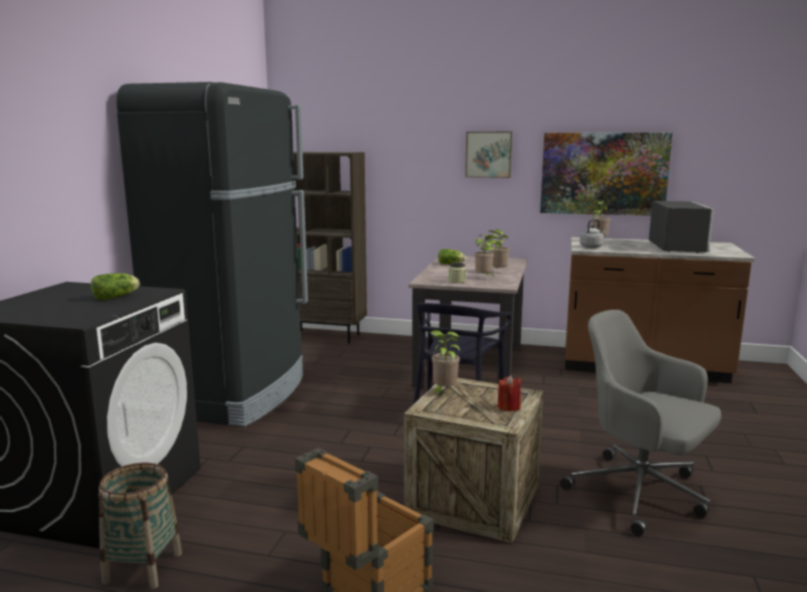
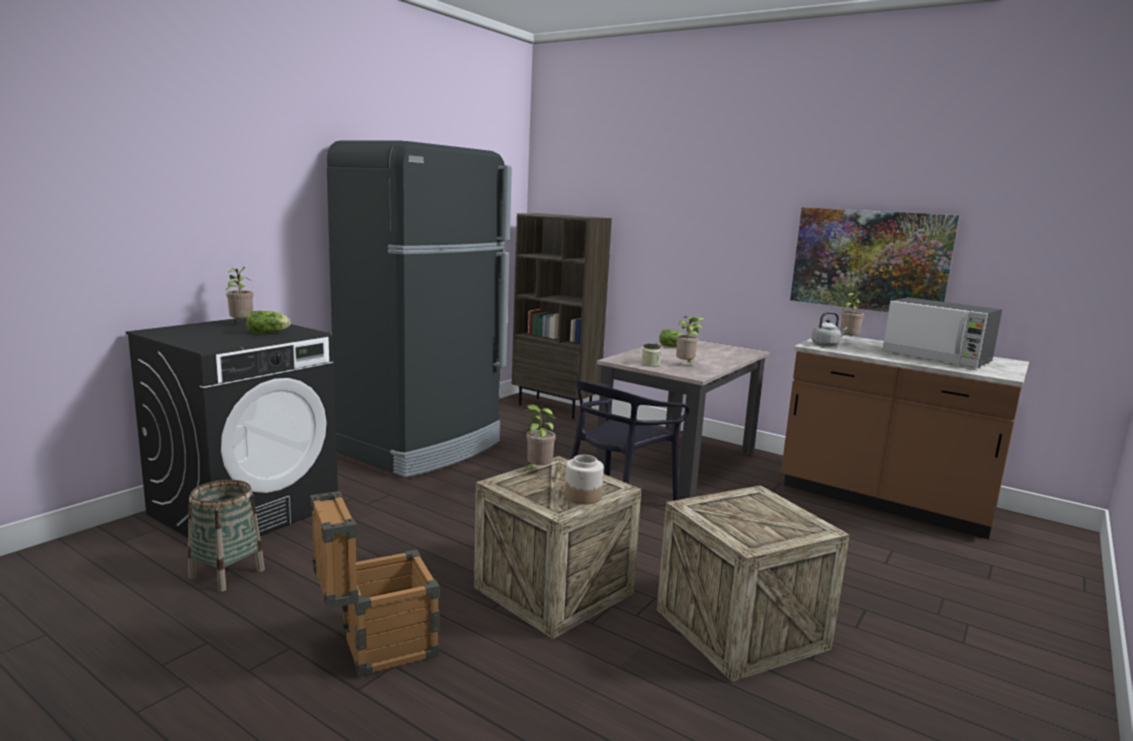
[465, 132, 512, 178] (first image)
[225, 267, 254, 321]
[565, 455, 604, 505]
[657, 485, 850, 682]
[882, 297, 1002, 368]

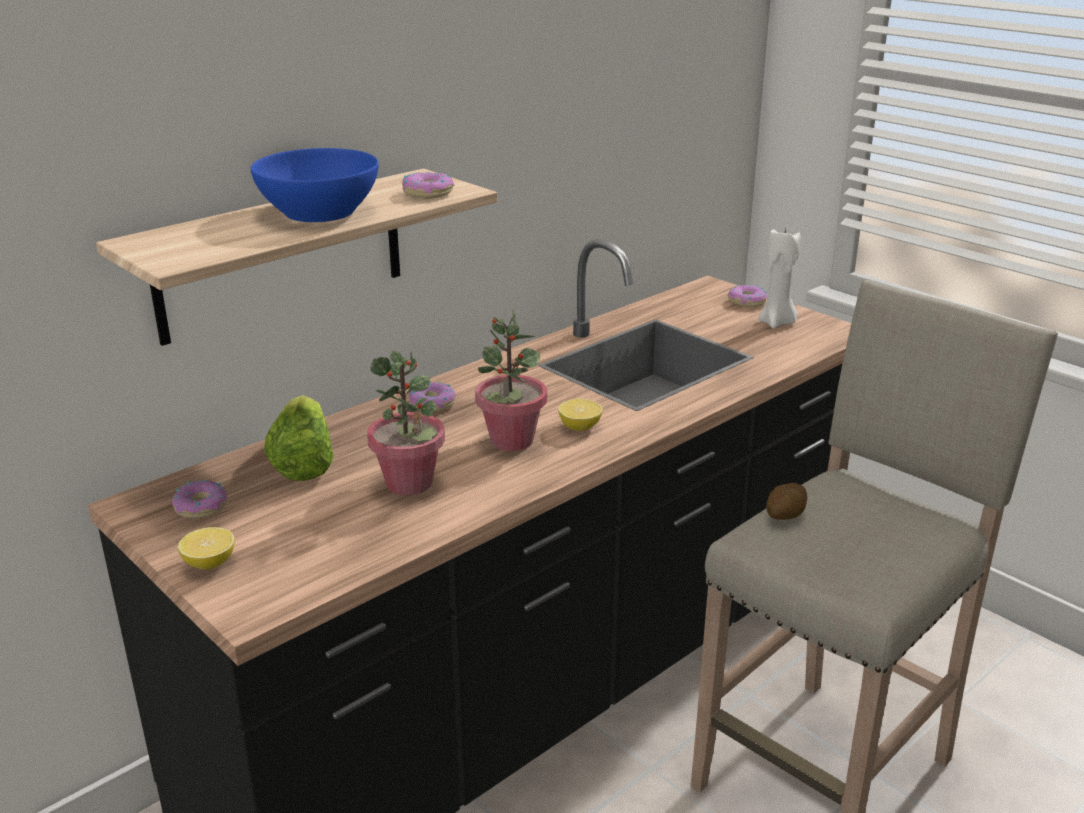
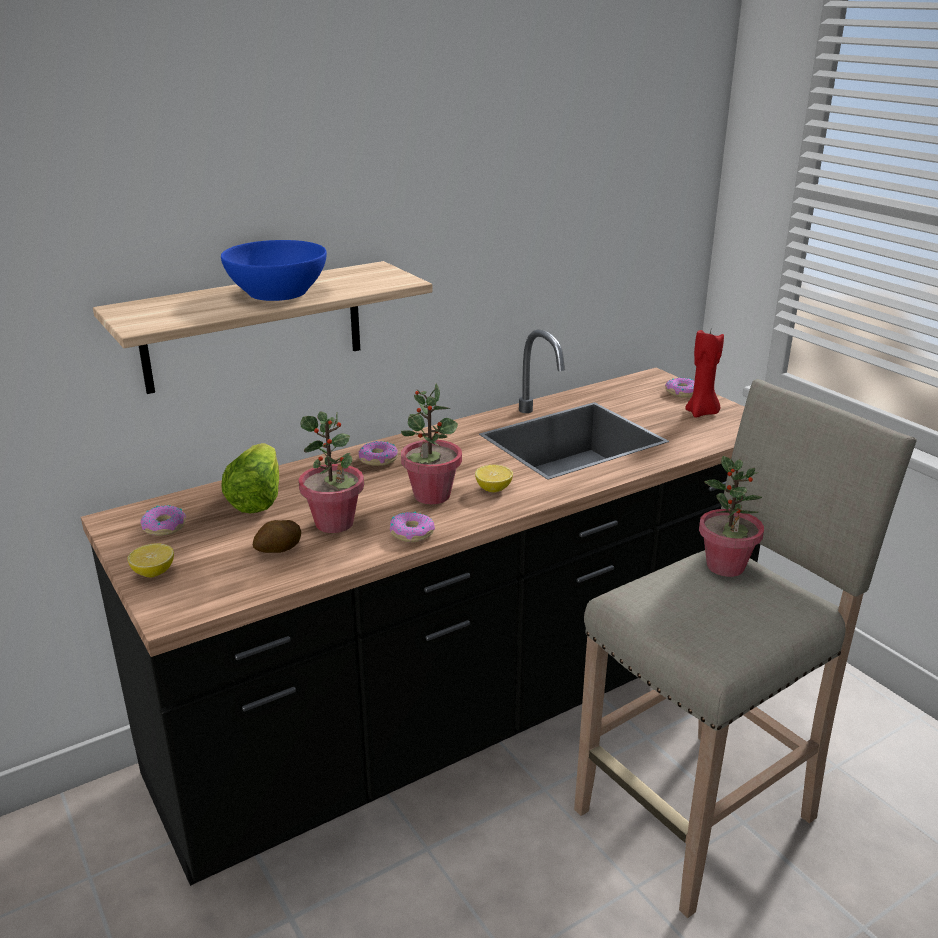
[390, 511, 435, 542]
[685, 330, 724, 418]
[253, 520, 301, 553]
[699, 456, 764, 577]

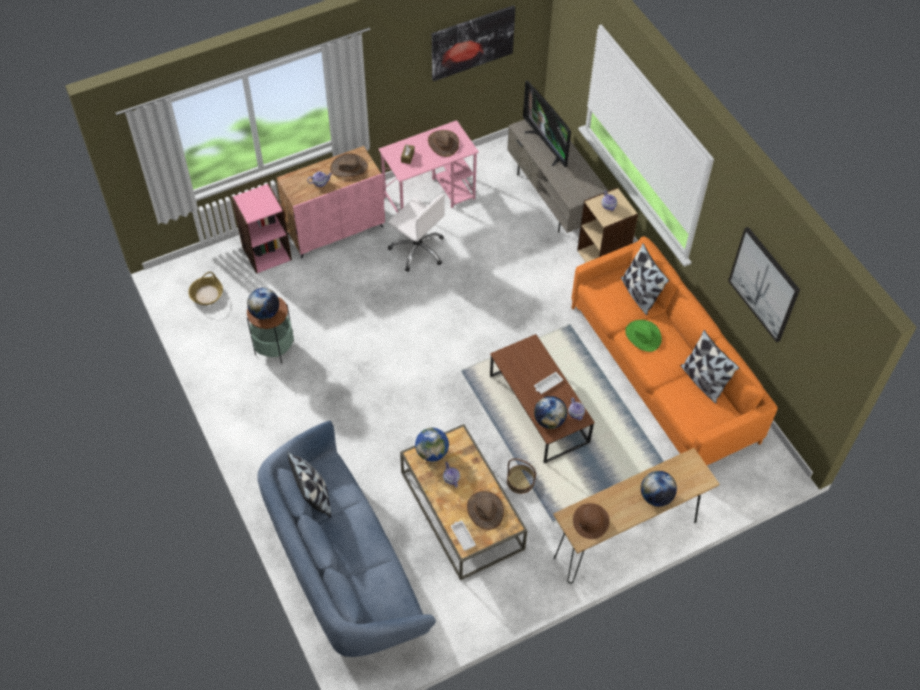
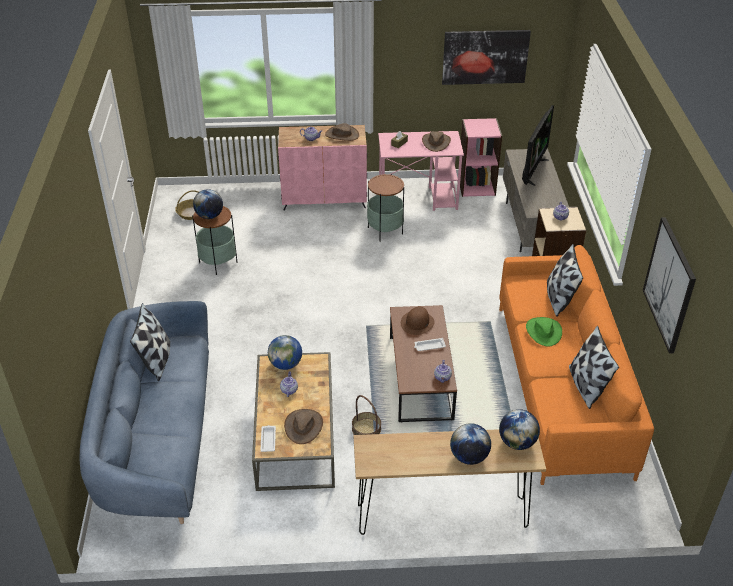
[460, 118, 502, 197]
[367, 174, 404, 242]
[522, 105, 554, 186]
[499, 409, 540, 450]
[401, 307, 435, 335]

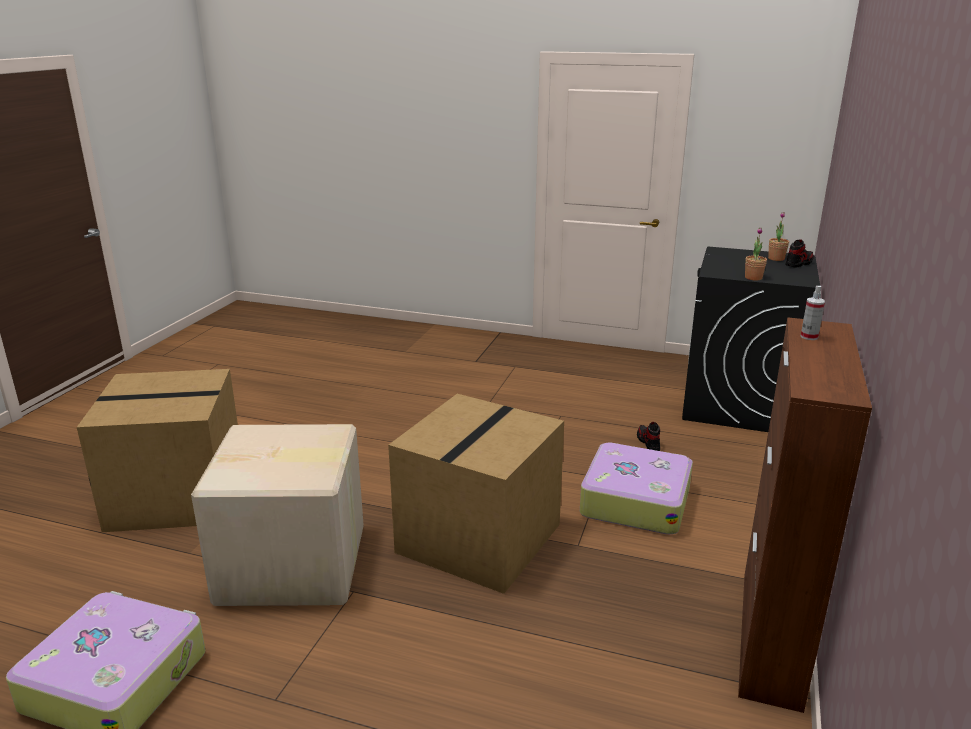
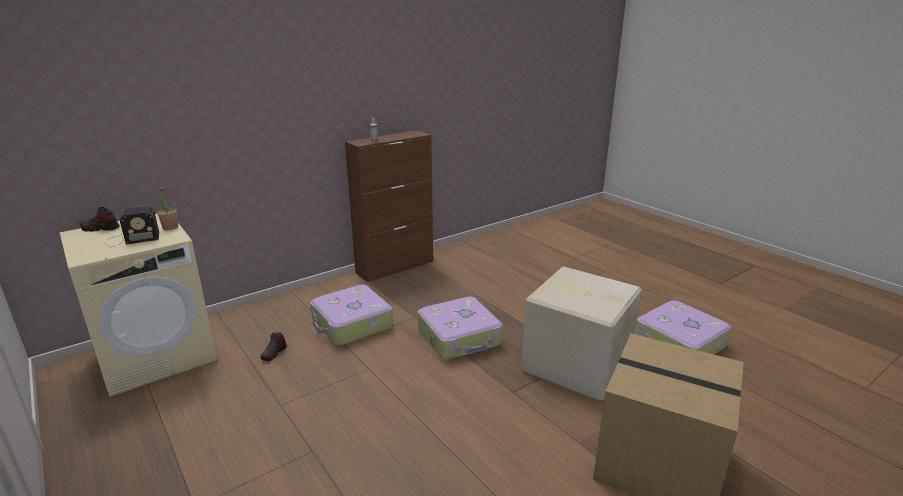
[418, 296, 502, 360]
[60, 214, 217, 397]
[768, 212, 789, 261] (first image)
[105, 206, 159, 247]

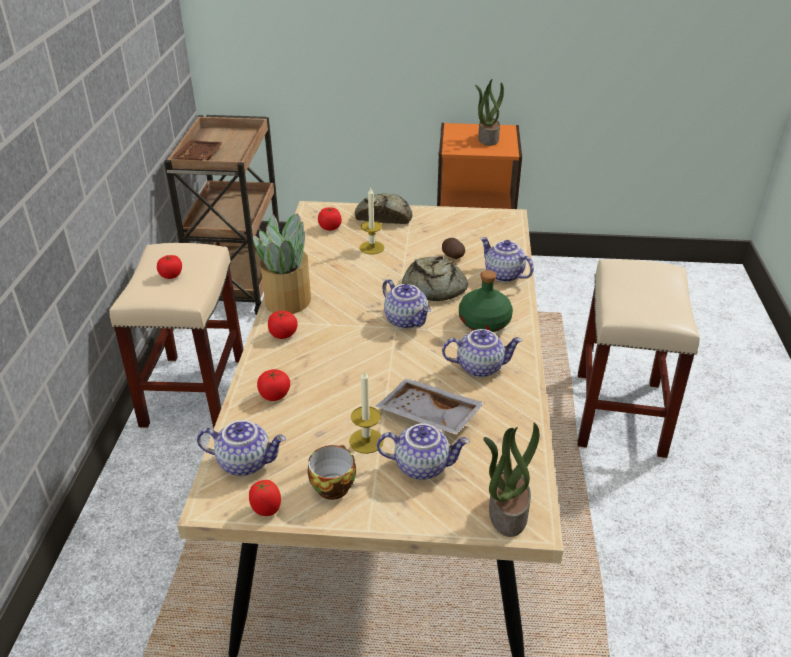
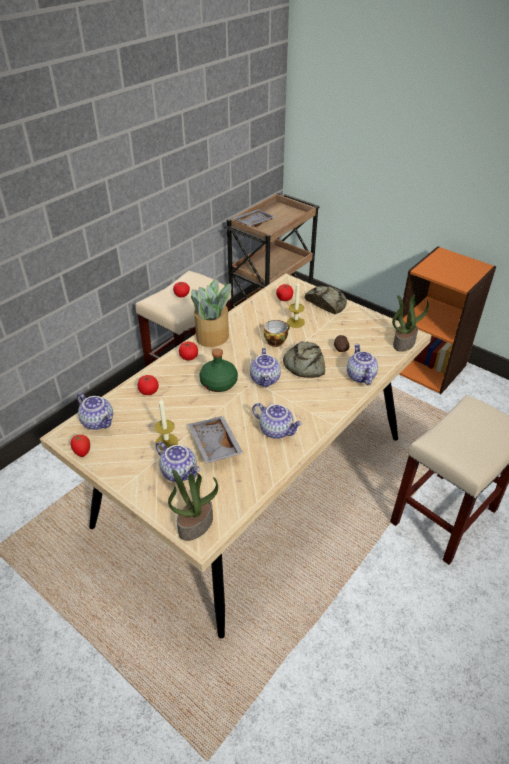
[232, 209, 275, 227]
[264, 320, 290, 347]
[199, 348, 238, 392]
[392, 295, 429, 352]

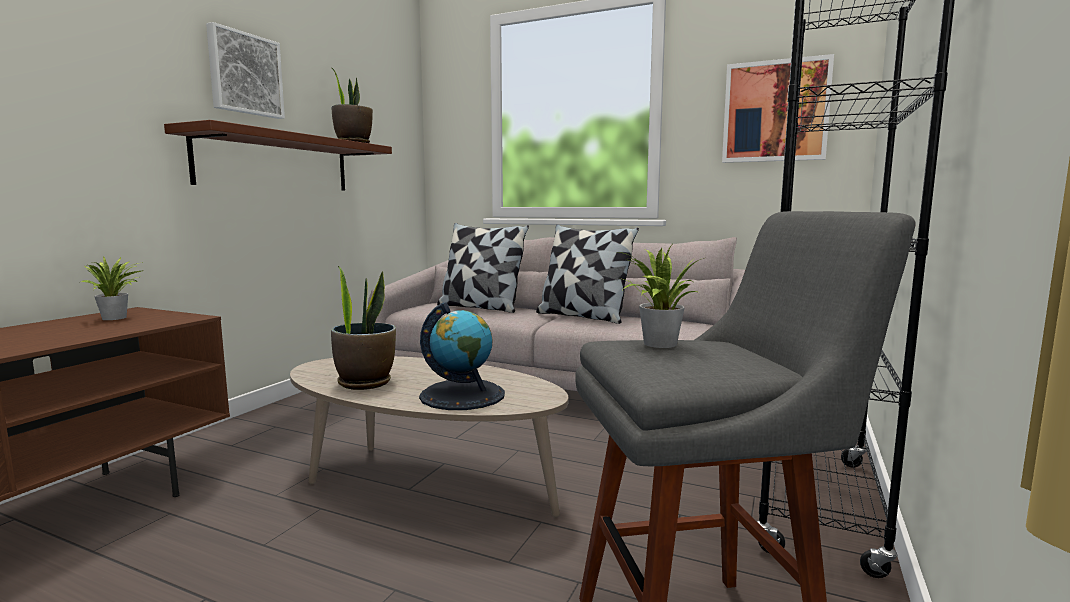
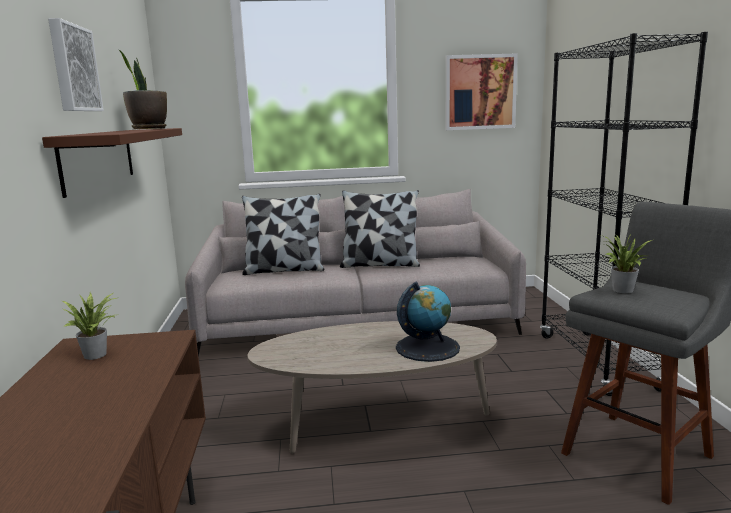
[331, 266, 396, 390] (first image)

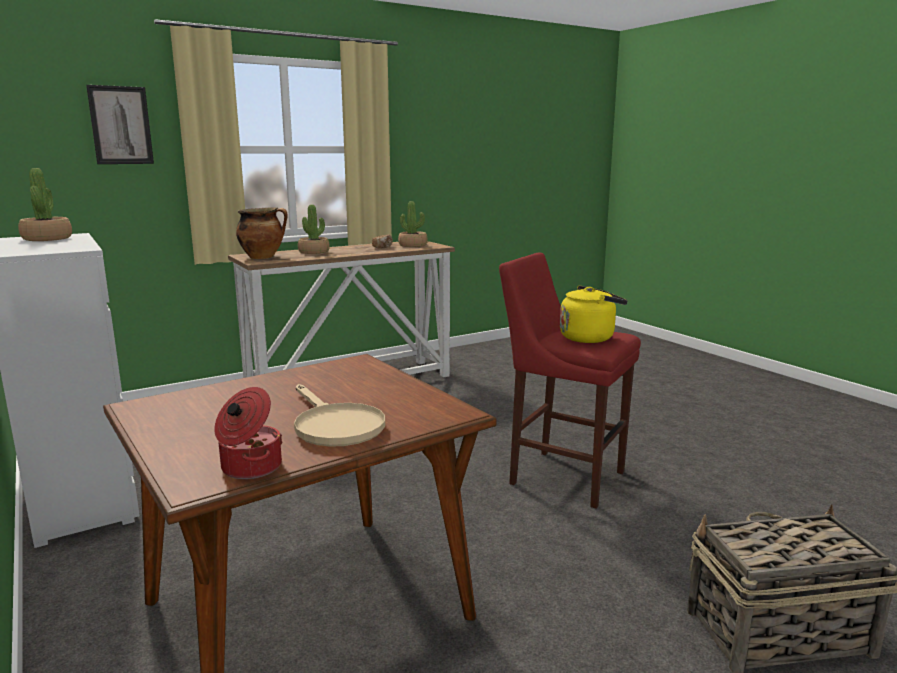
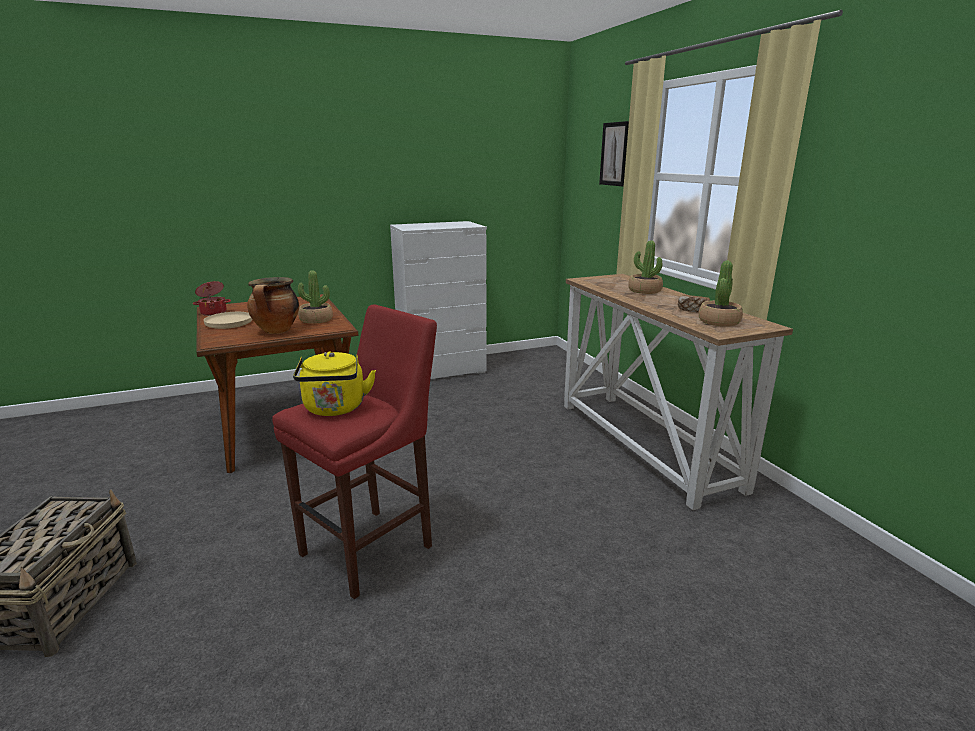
[298, 270, 333, 324]
[247, 277, 299, 334]

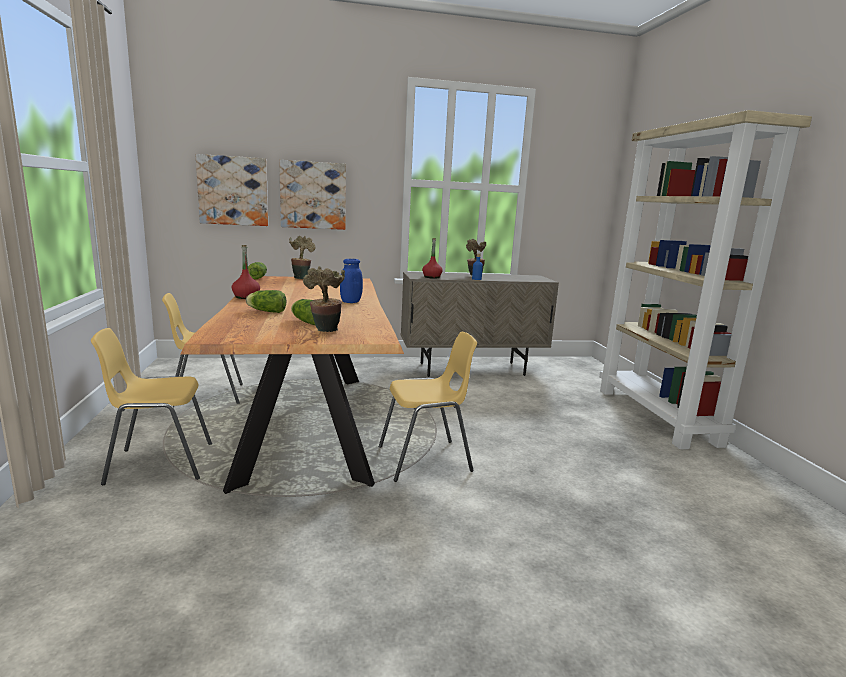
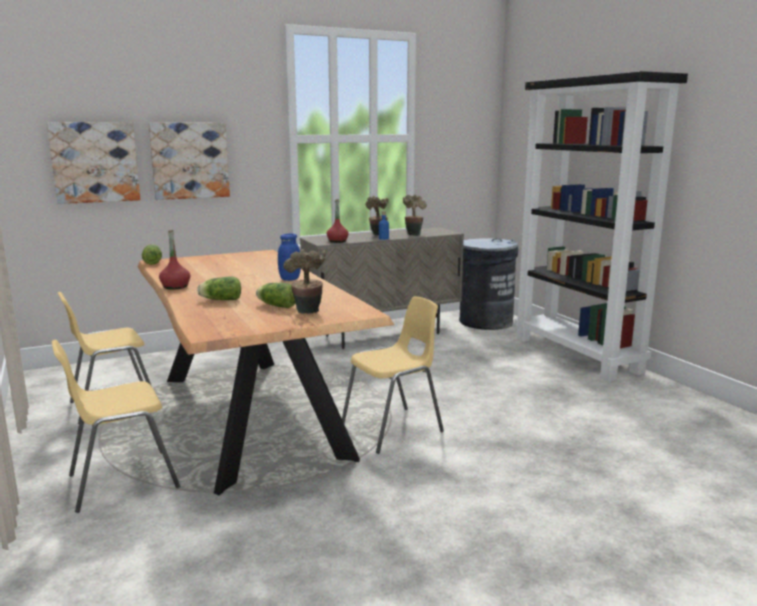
[403, 194, 427, 236]
[514, 71, 688, 382]
[459, 238, 518, 330]

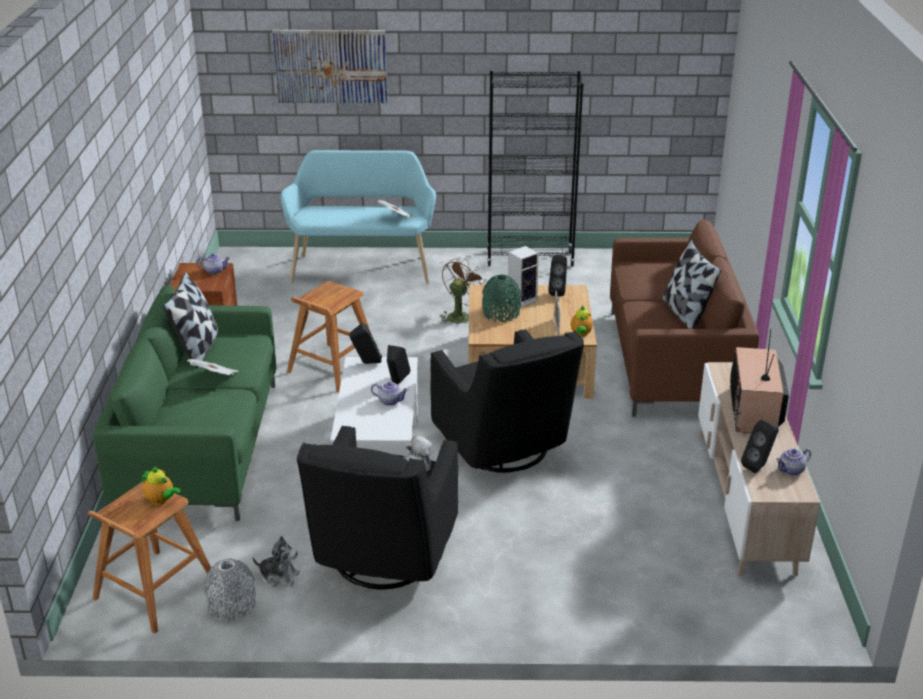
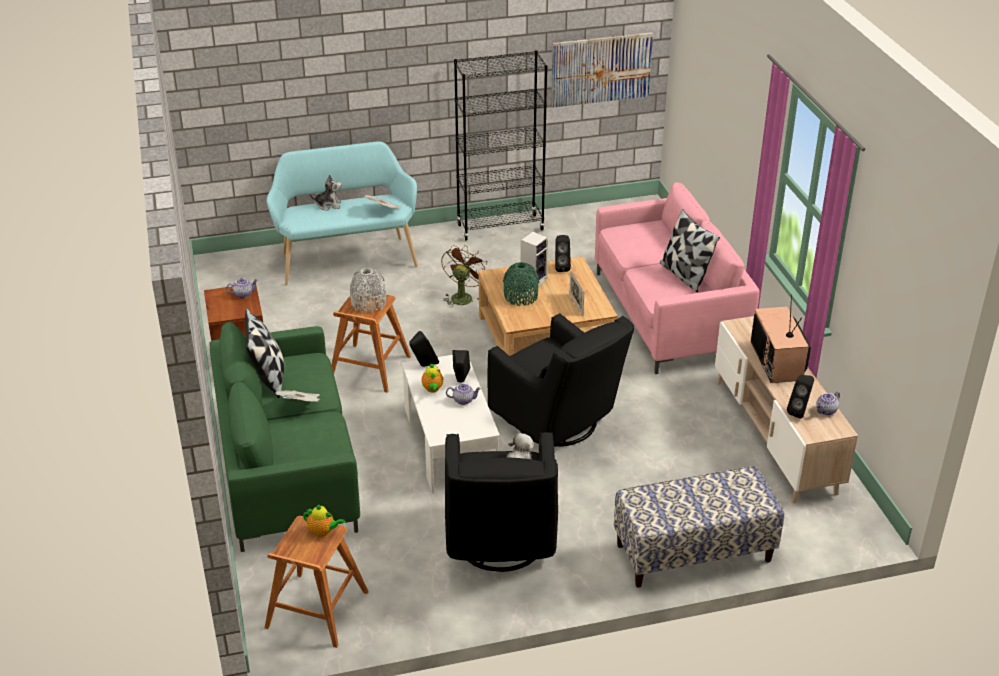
[350, 268, 386, 313]
[310, 174, 342, 211]
[551, 32, 653, 108]
[422, 364, 443, 392]
[595, 182, 759, 374]
[614, 466, 784, 588]

